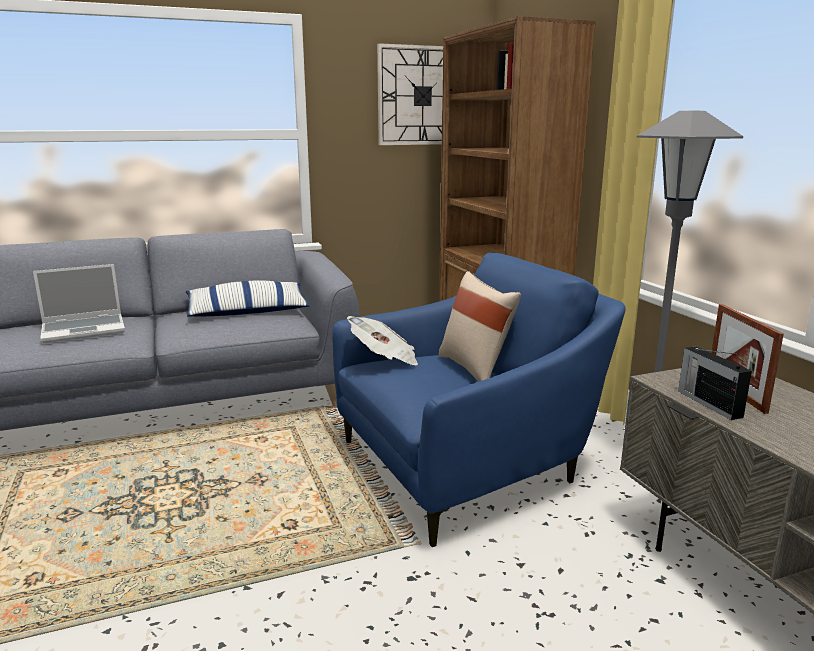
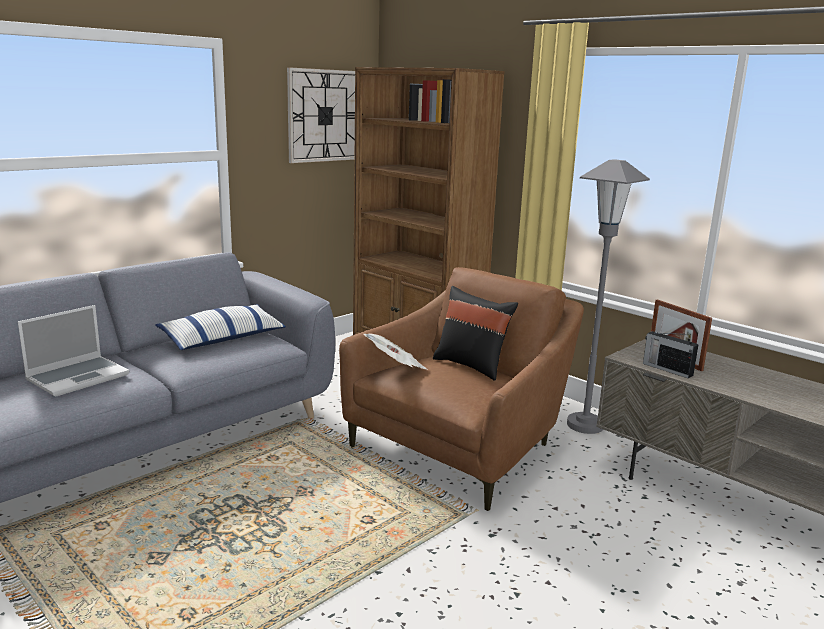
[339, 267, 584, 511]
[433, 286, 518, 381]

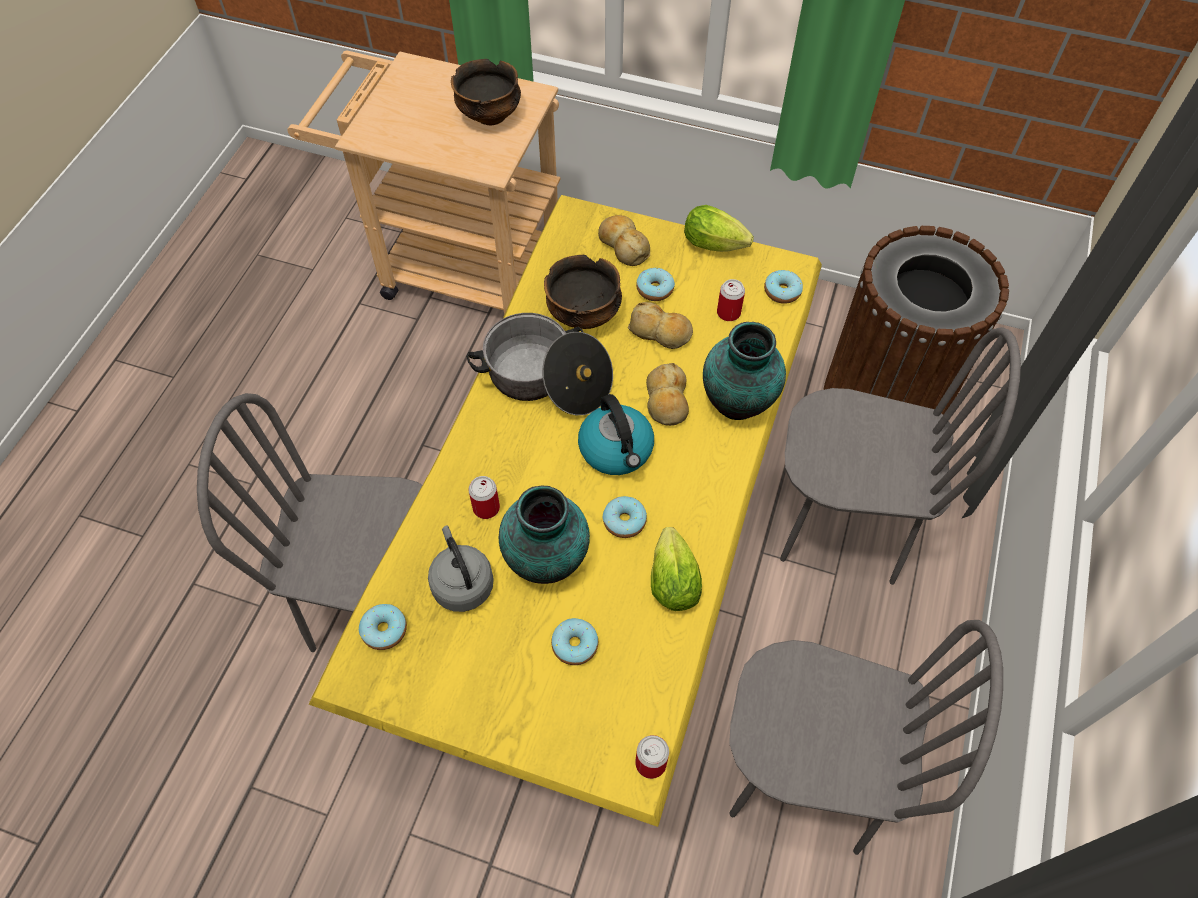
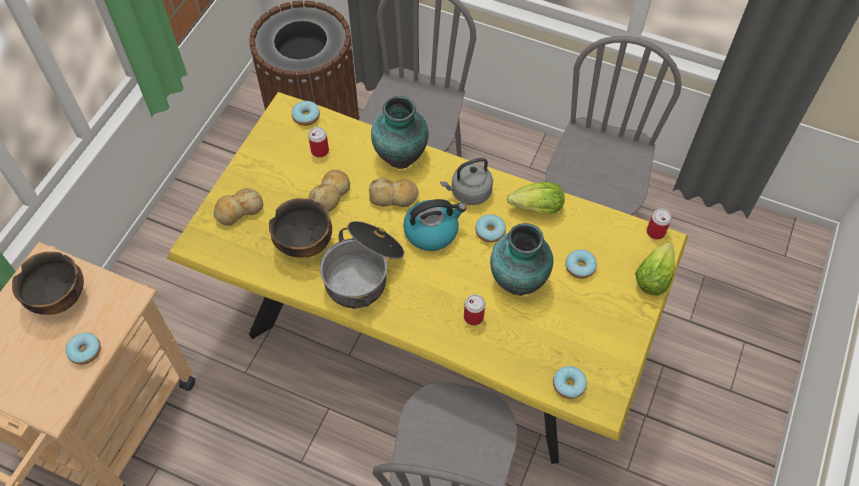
[440, 158, 493, 205]
[66, 332, 101, 365]
[635, 243, 675, 296]

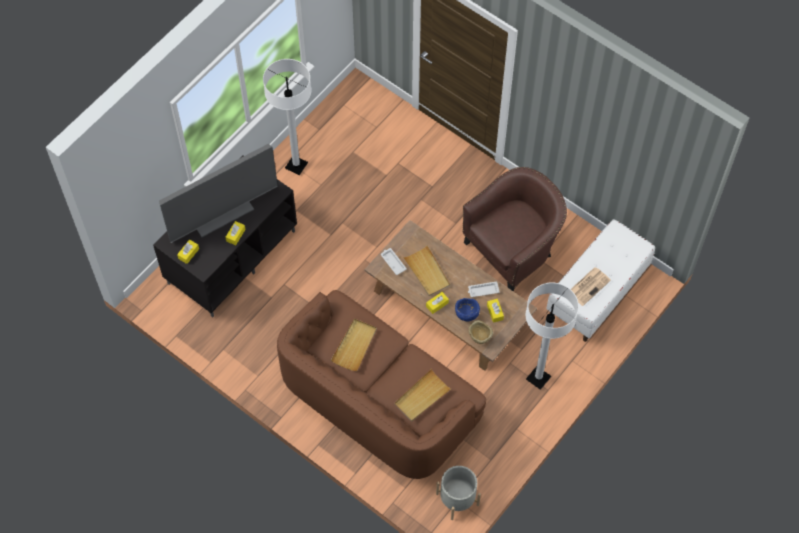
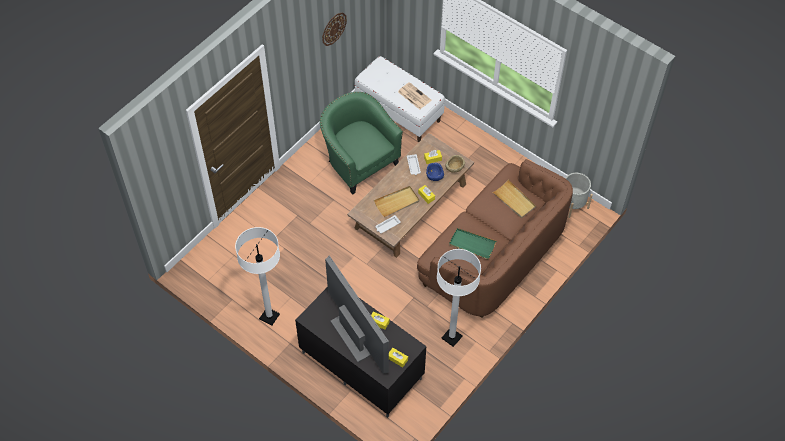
[449, 228, 496, 259]
[320, 92, 403, 195]
[437, 249, 481, 347]
[322, 12, 347, 46]

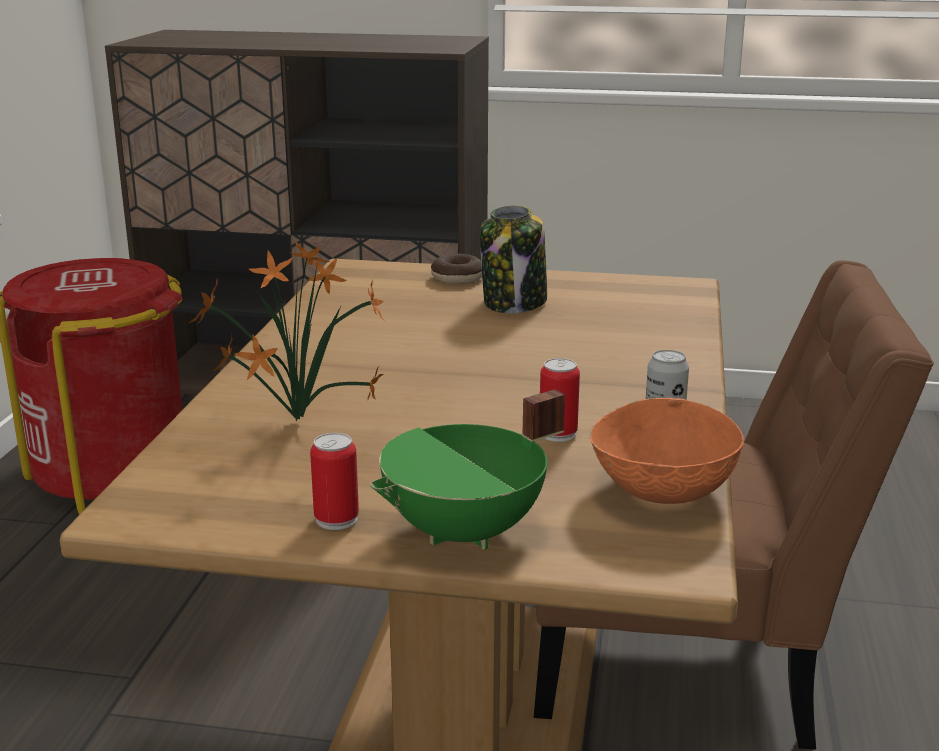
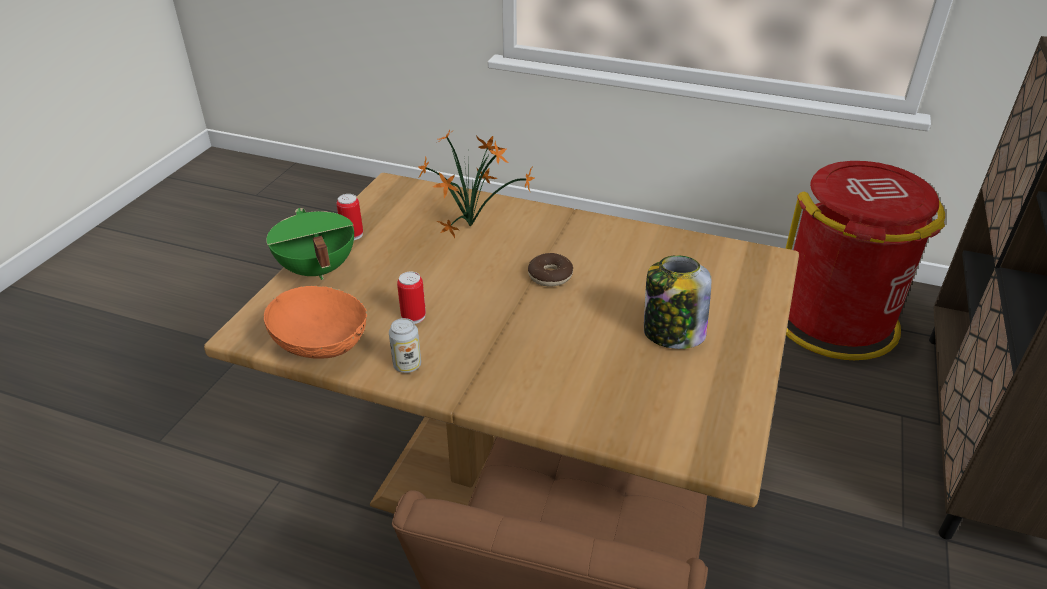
[528, 253, 573, 286]

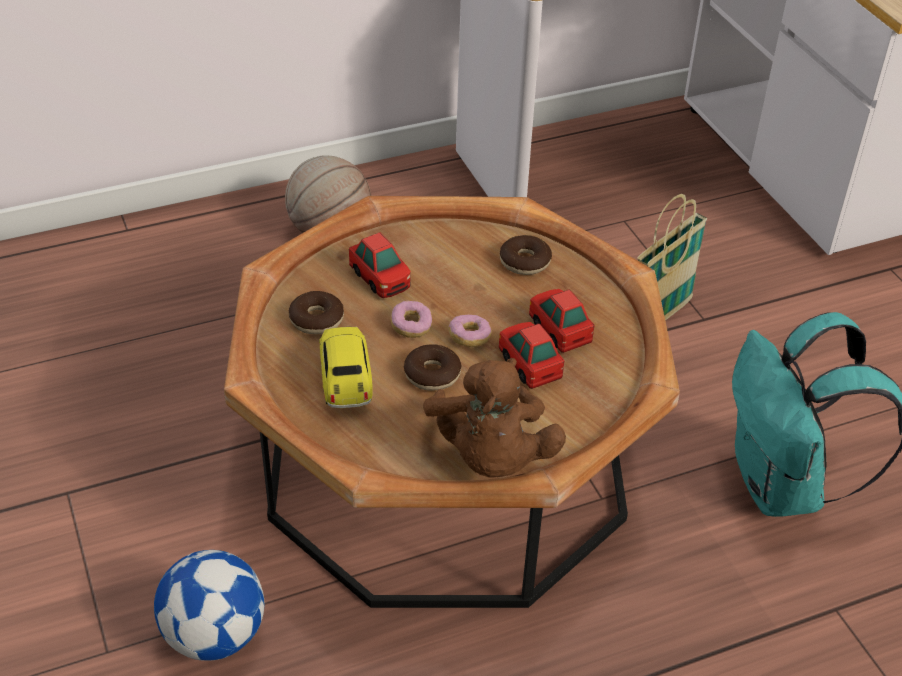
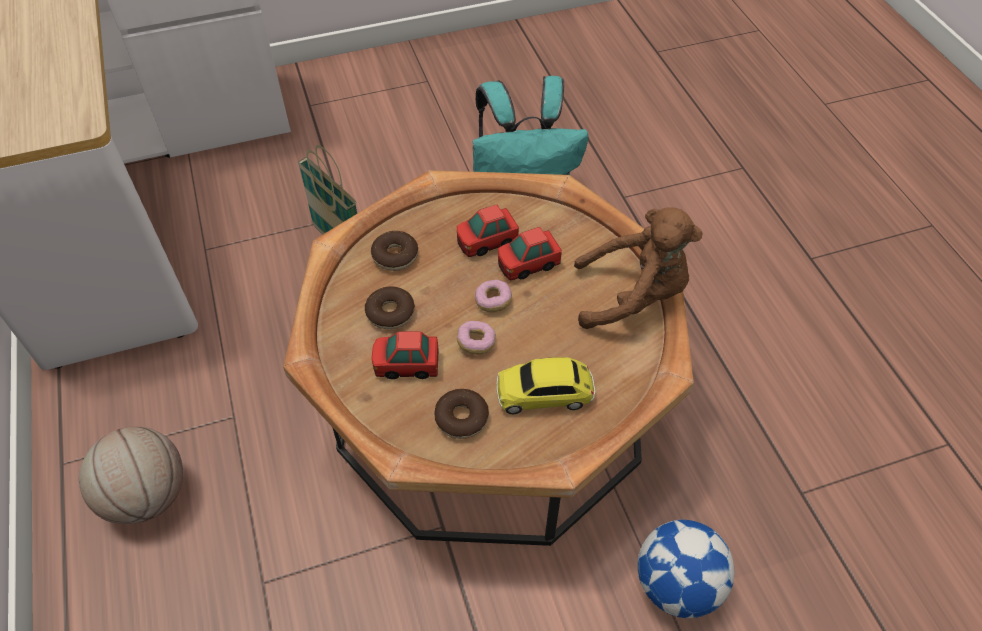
[372, 331, 438, 379]
[365, 286, 415, 329]

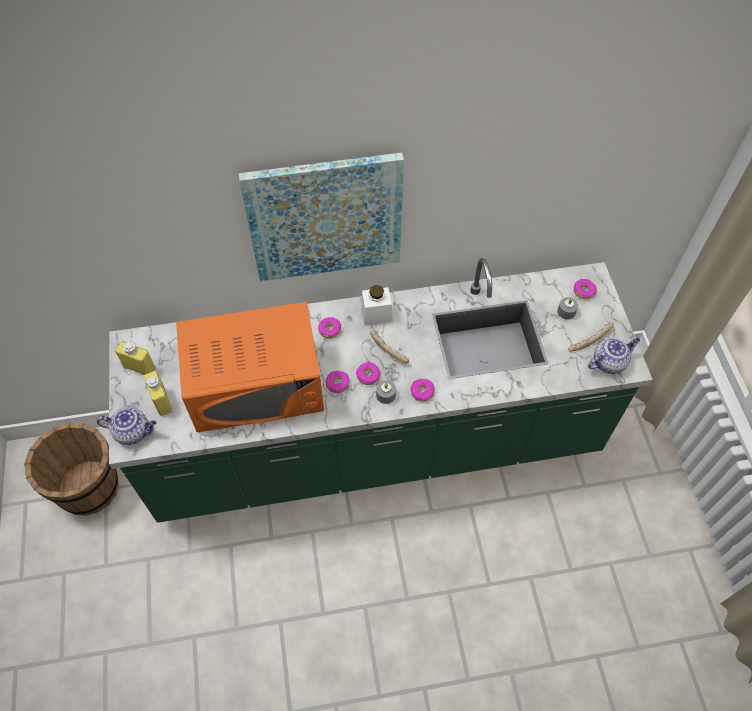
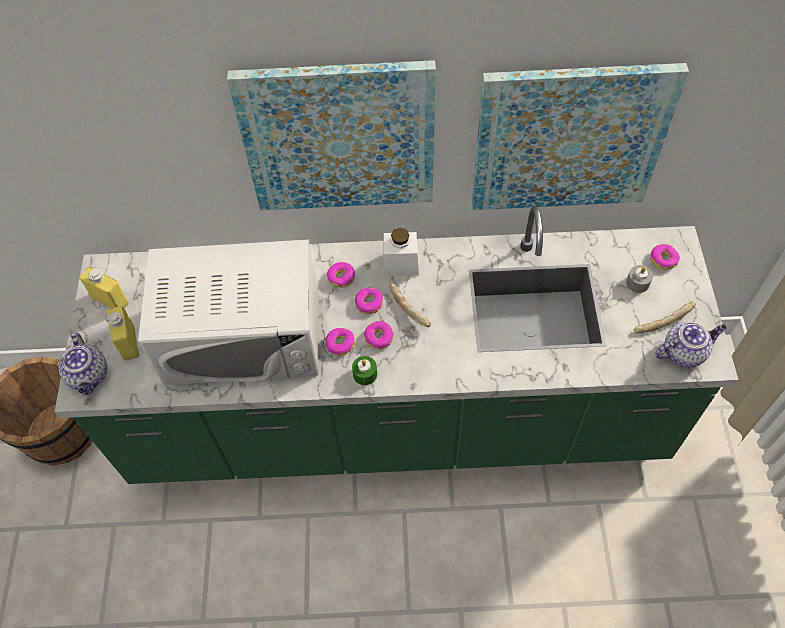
[59, 333, 107, 395]
[138, 239, 319, 385]
[376, 380, 396, 404] (first image)
[355, 288, 383, 314]
[352, 356, 377, 385]
[472, 63, 689, 210]

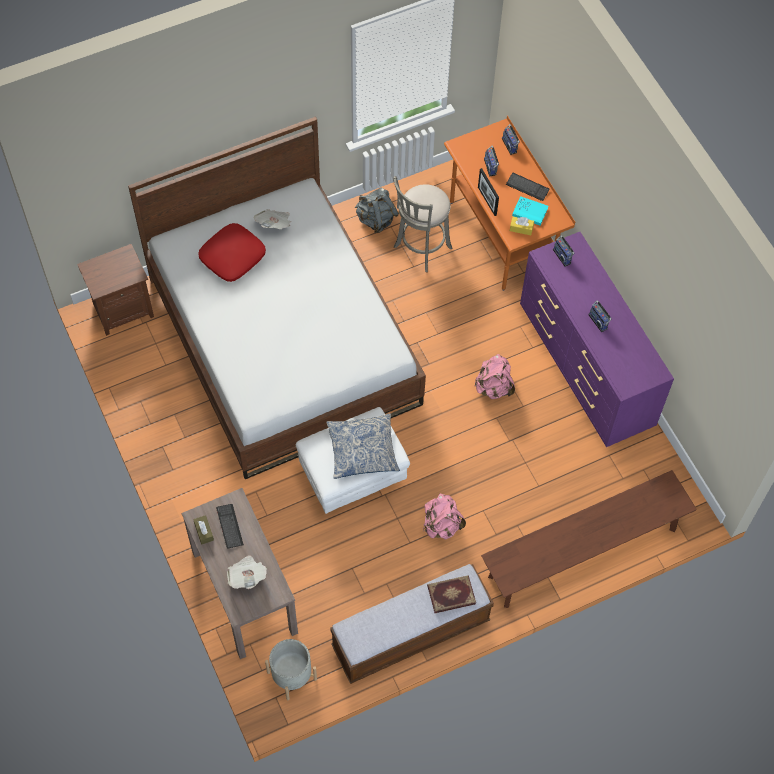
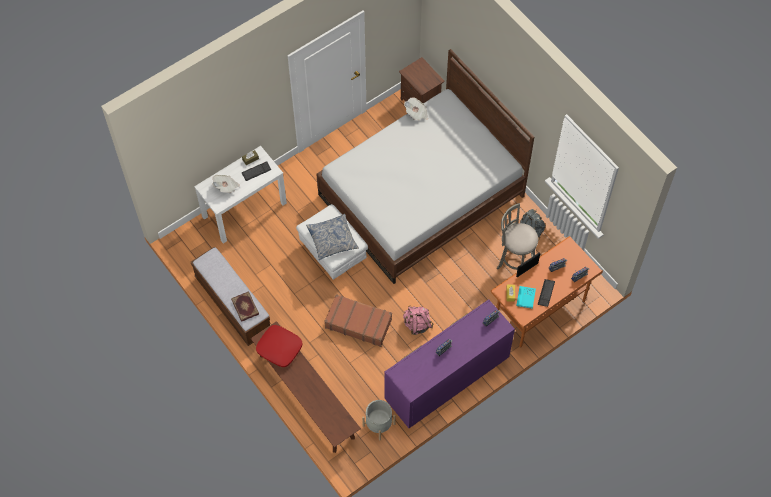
[194, 146, 287, 244]
[256, 325, 303, 367]
[404, 98, 428, 120]
[362, 400, 396, 440]
[423, 493, 466, 539] (first image)
[324, 294, 392, 347]

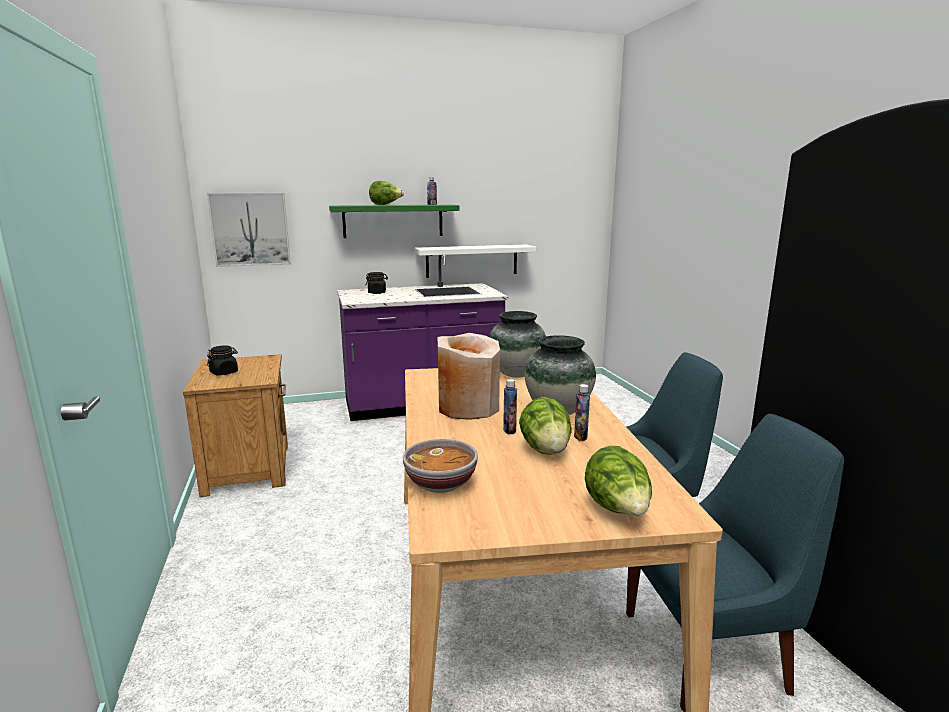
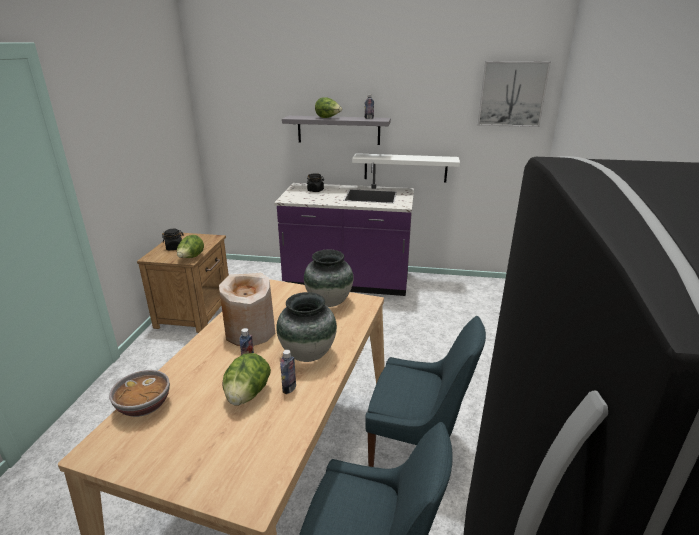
[478, 61, 551, 127]
[282, 116, 391, 145]
[177, 235, 204, 258]

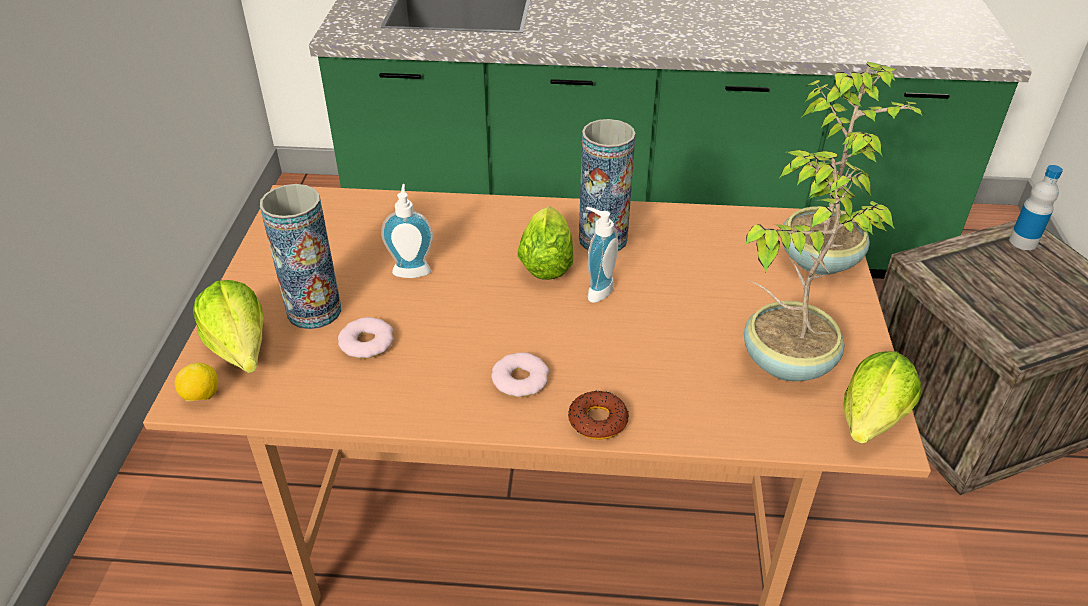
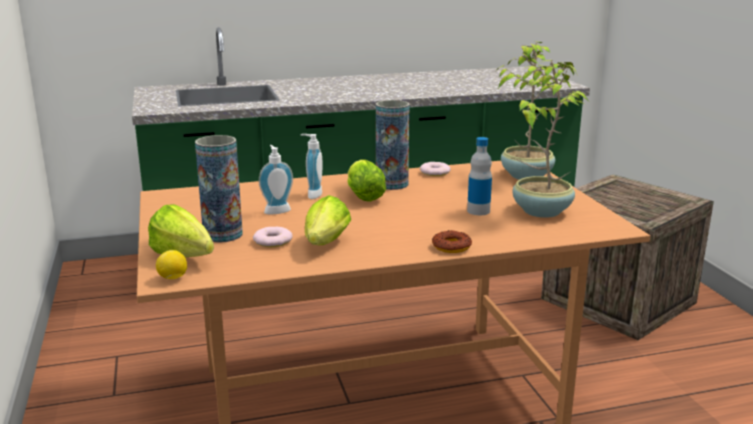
[420, 162, 451, 176]
[300, 134, 322, 199]
[305, 195, 351, 245]
[467, 137, 492, 215]

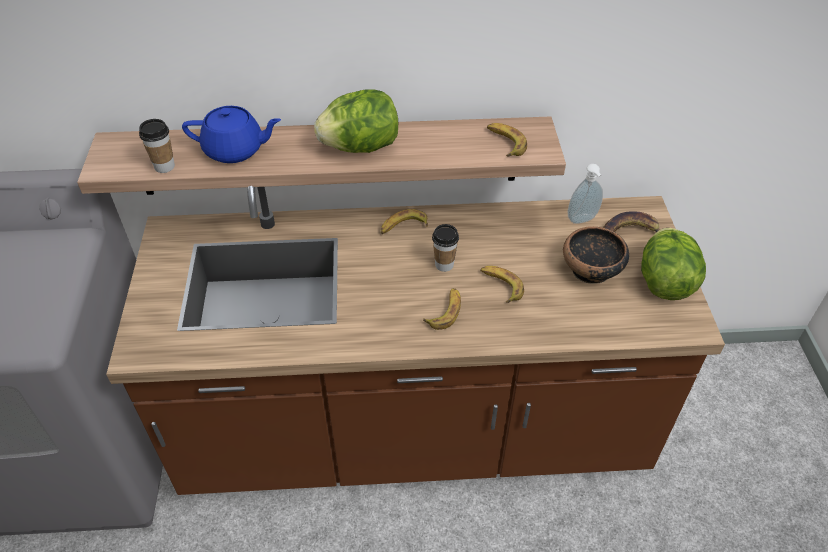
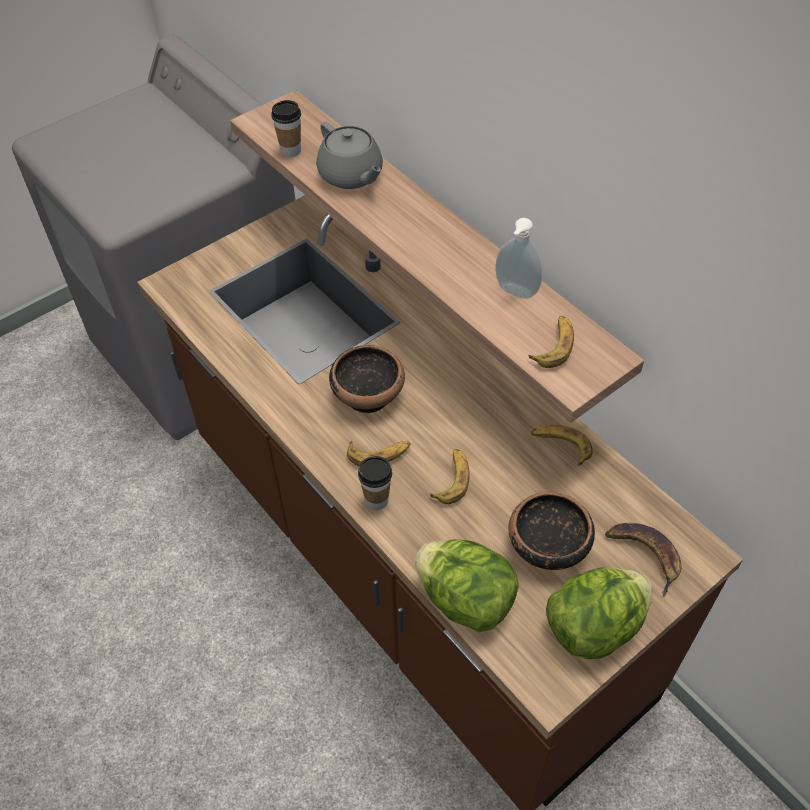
[316, 122, 383, 189]
[415, 539, 519, 632]
[531, 425, 593, 466]
[358, 456, 392, 510]
[495, 218, 542, 299]
[329, 345, 405, 414]

